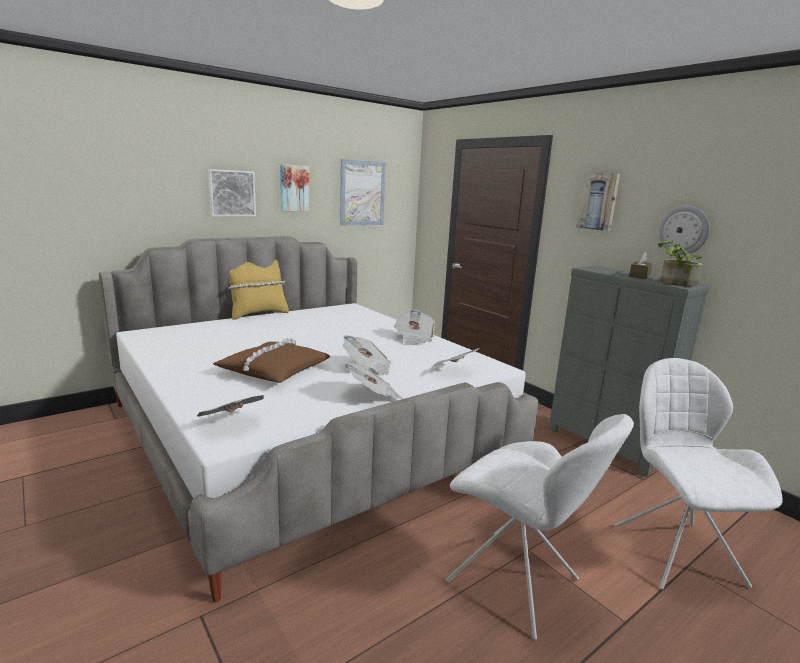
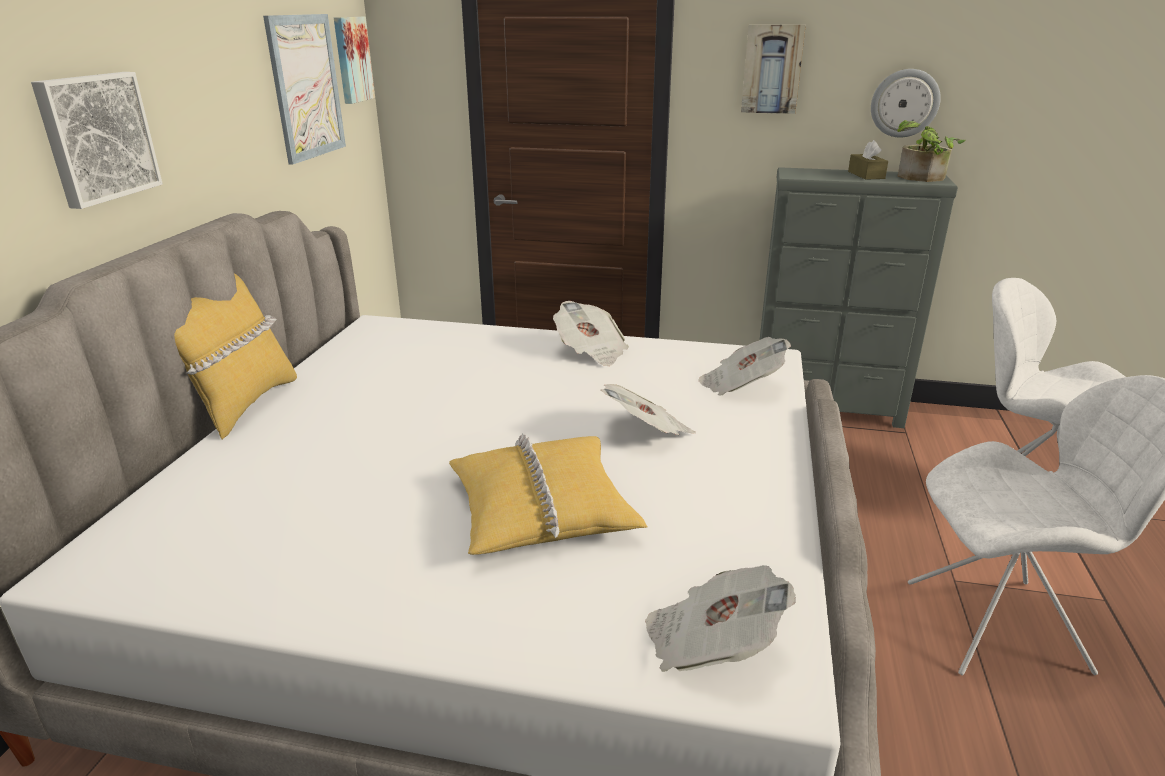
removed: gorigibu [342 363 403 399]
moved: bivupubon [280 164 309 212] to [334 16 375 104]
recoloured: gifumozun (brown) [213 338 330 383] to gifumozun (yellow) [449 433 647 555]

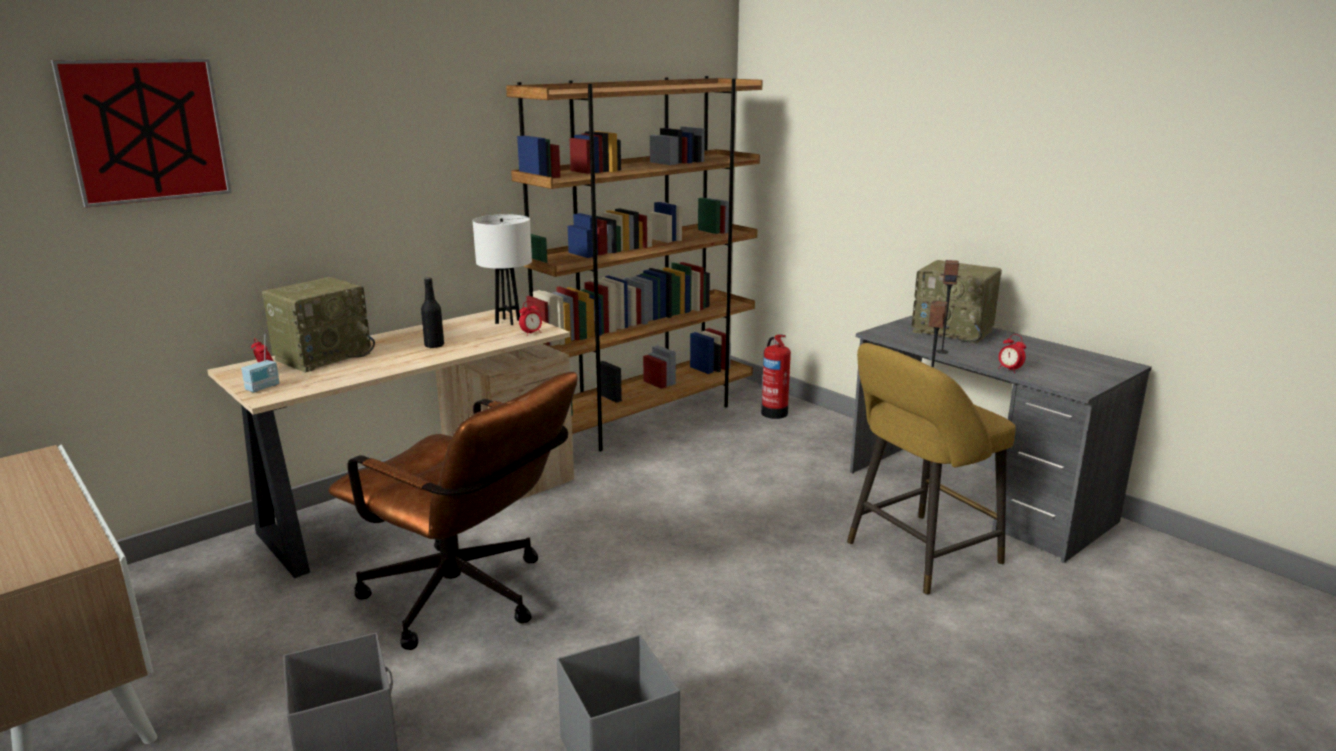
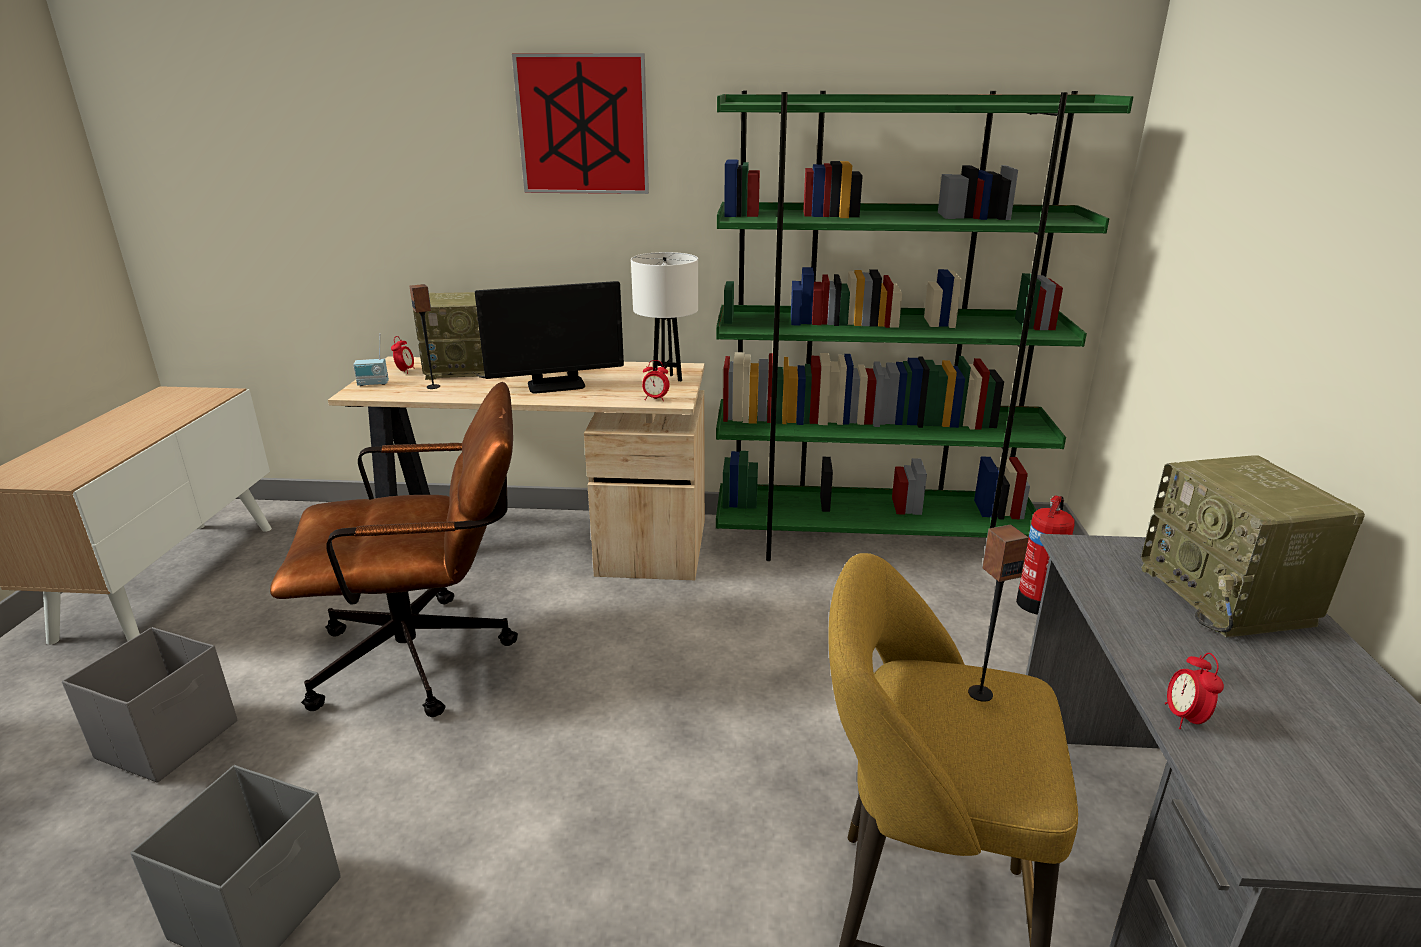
moved: bivupubon [51 59 232 208] to [512 53 649 194]; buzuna [936 260 959 354] to [409 284 440 389]
replaced: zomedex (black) [421 277 444 348] to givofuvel [475 281 624 394]
recoloured: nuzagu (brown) [506 76 763 451] to nuzagu (green) [716 91 1134 561]
turned: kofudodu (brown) [329 372 578 650] = [270 382 518 717] 90 degrees counterclockwise

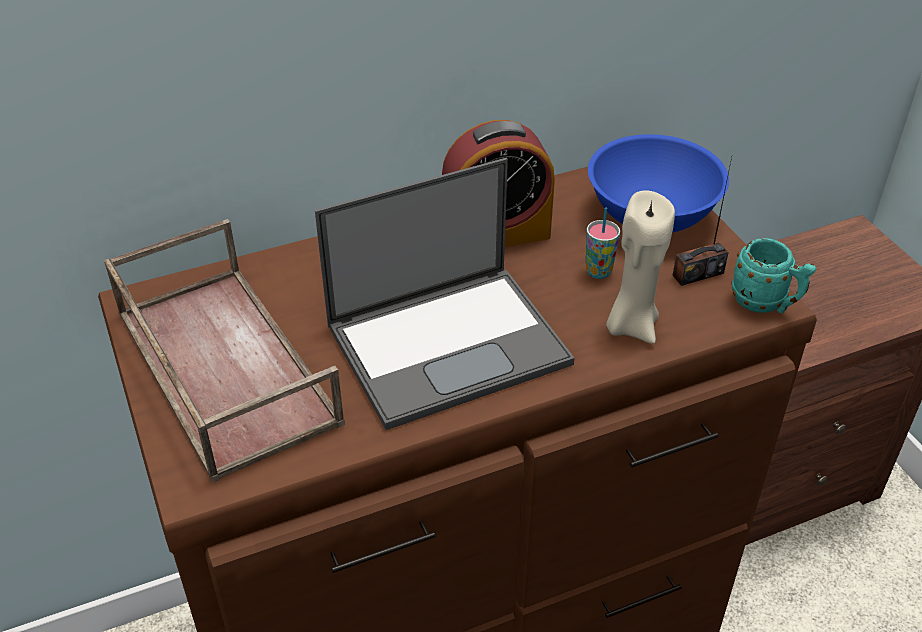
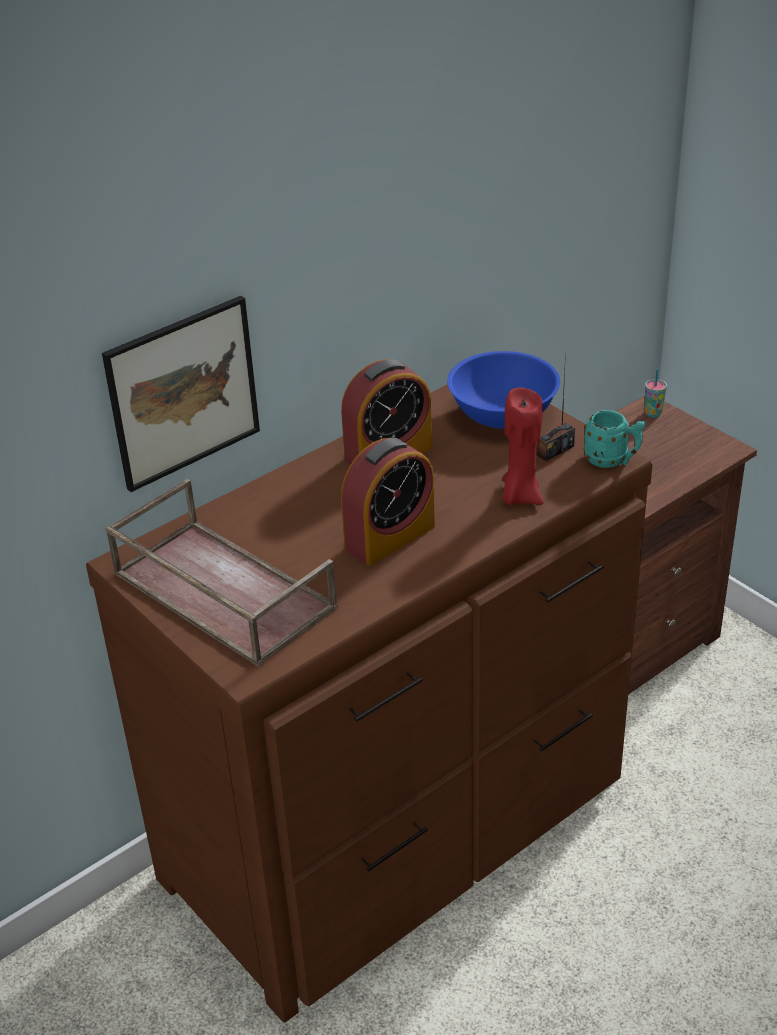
added: bivupubon [102 296 260 492]
moved: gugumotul [586 207 620 279] to [645 369 667 417]
replaced: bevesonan [315 158 575 430] to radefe [341 438 435 566]
recoloured: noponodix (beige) [606 190 675 344] to noponodix (red) [503 388 544 505]

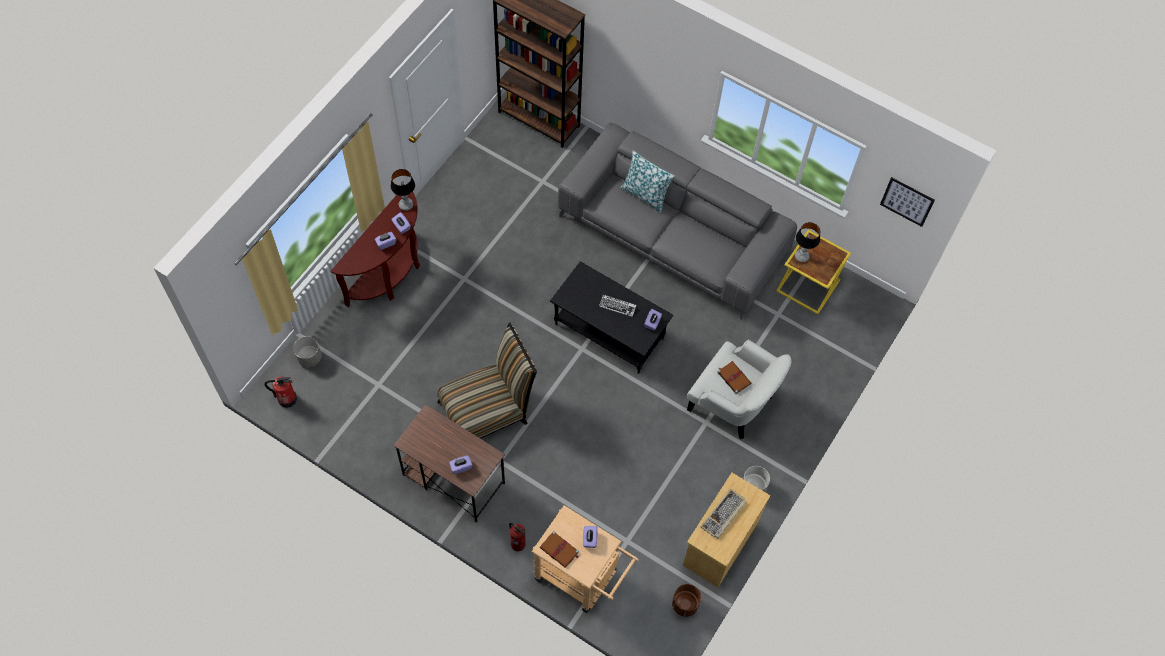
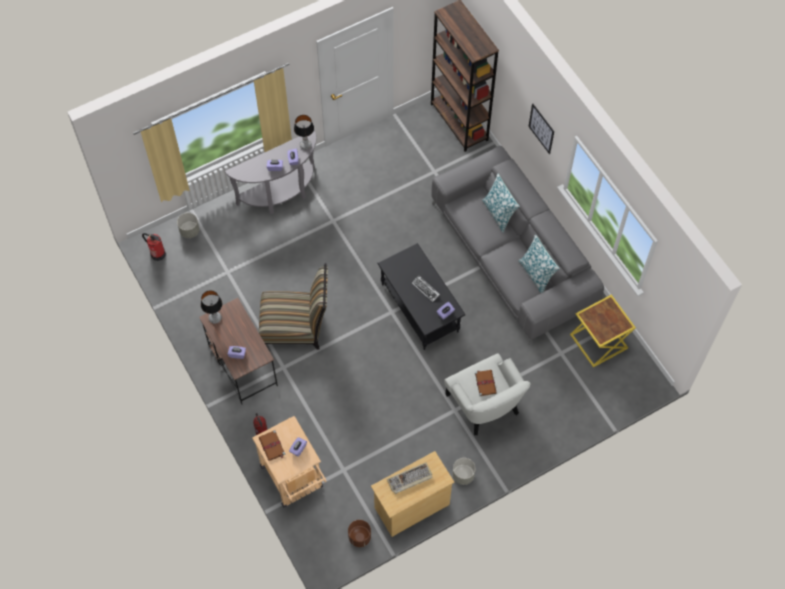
added: gifumozun [519 234 560 293]
moved: bivupubon [880 177 935 227] to [528 104 554 154]; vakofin [795 222 820 262] to [201 290 222 324]
recoloured: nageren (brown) [331 192 420 307] to nageren (grey) [225 131 316 214]

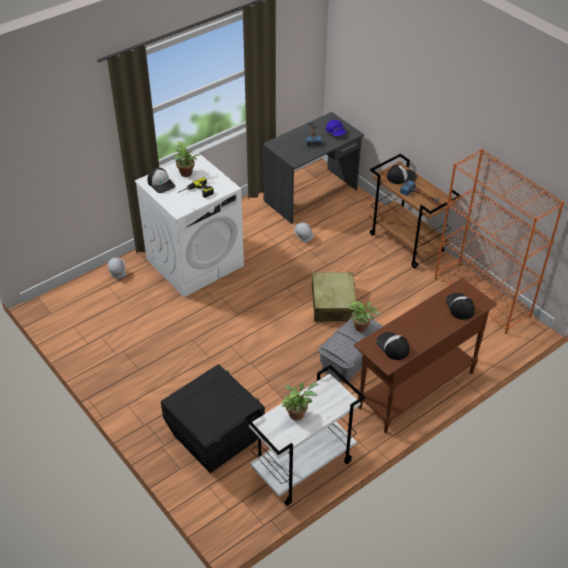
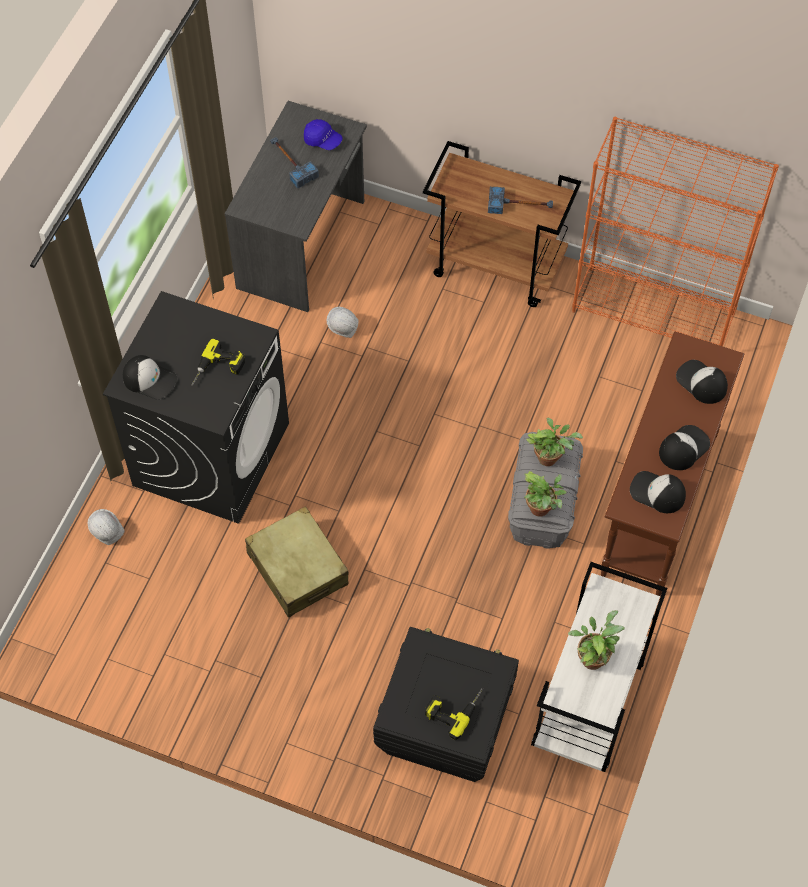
added: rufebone [425 688 483 740]
moved: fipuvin [174 141 201 177] to [524 471 567 517]; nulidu [387 165 417 184] to [659 425 710 470]; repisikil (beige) [312 272 357 322] to [245 506 348 618]
recoloured: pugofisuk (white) [135 152 244 297] to pugofisuk (black) [103 291 289 524]

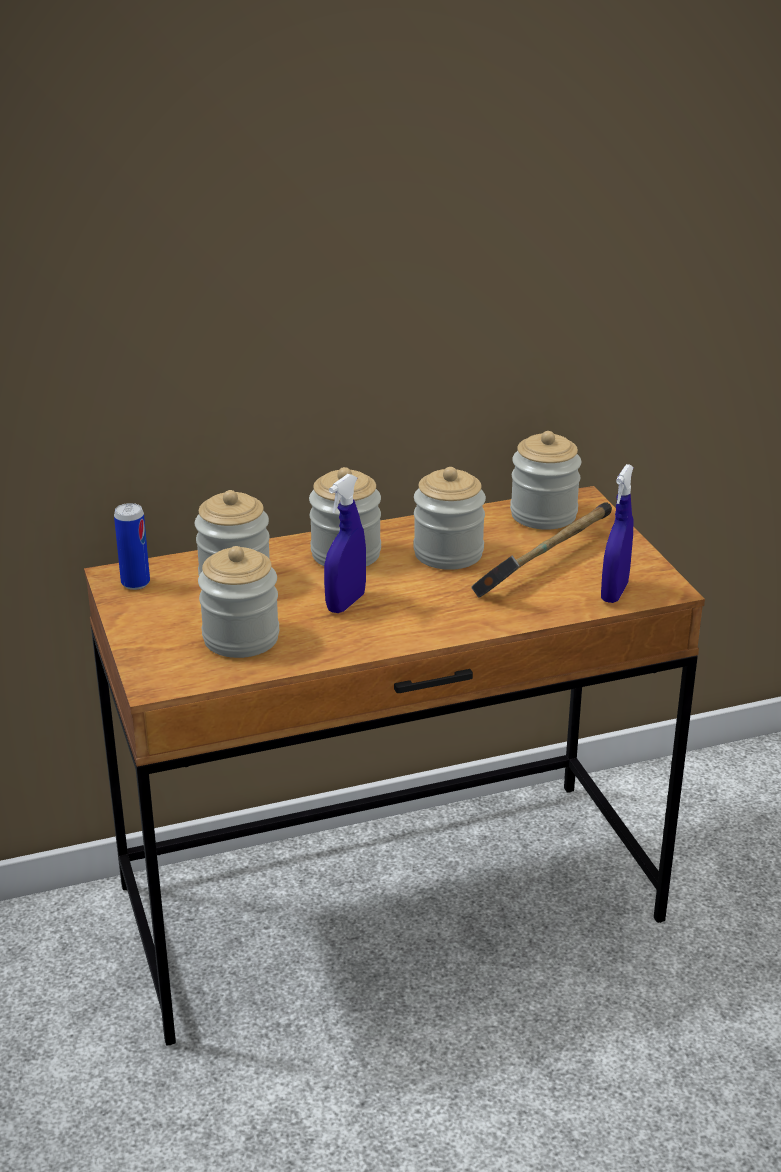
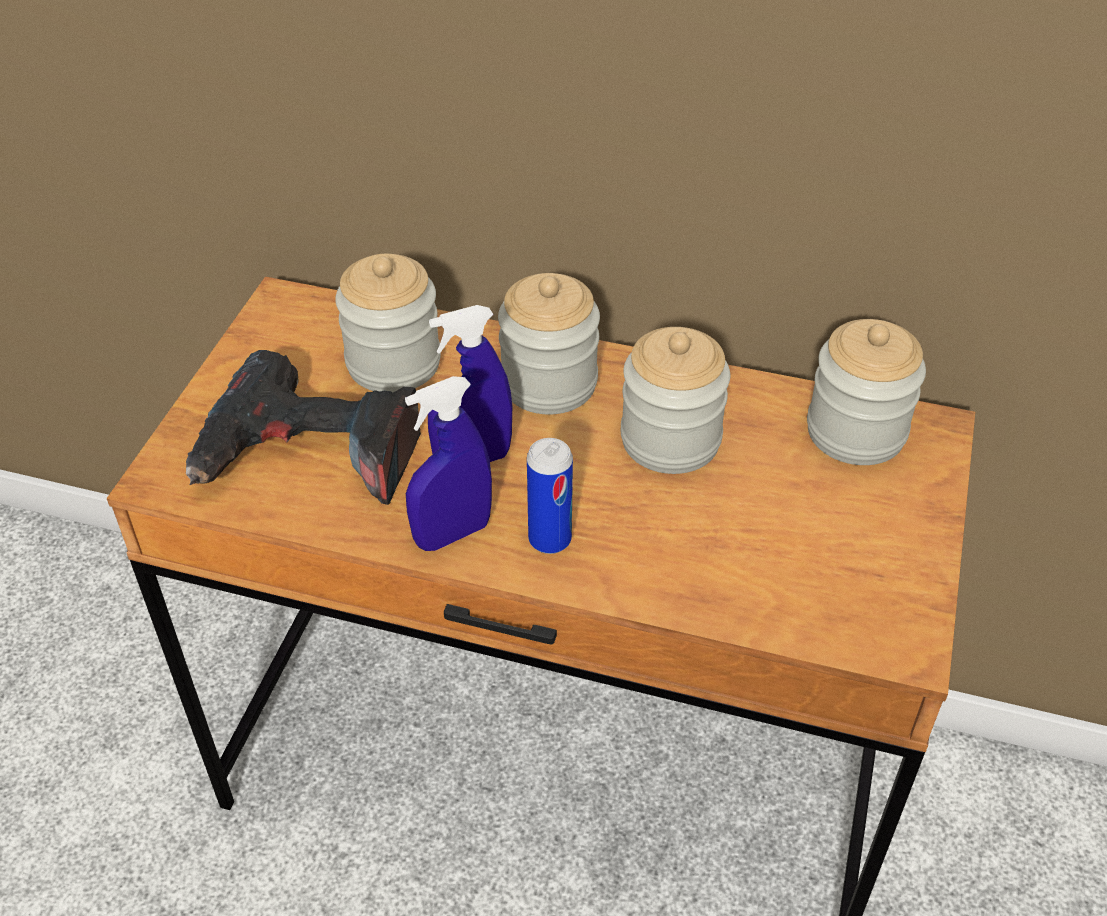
removed: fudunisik [471 503 612 598]
moved: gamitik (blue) [601 464 634 603] to [405 376 492 551]; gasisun [114 503 150 590] to [527 438 573 554]
replaced: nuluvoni [198 546 279 658] to rufebone [186 350 421 505]

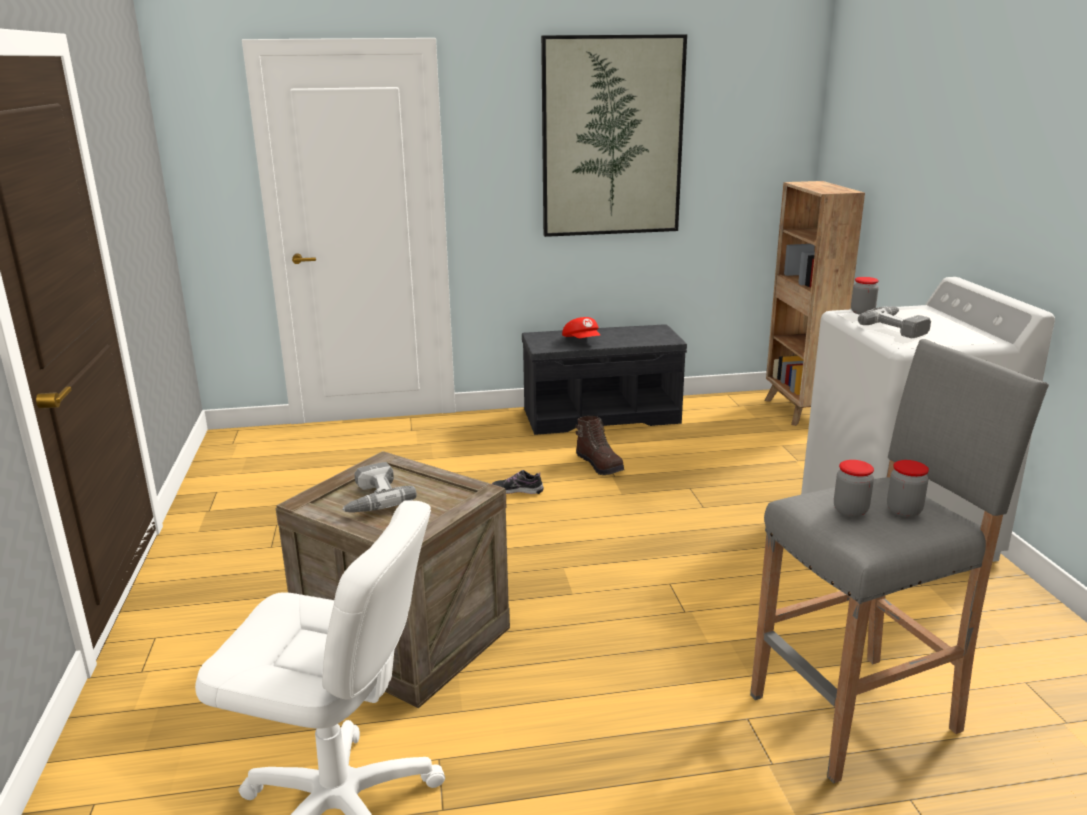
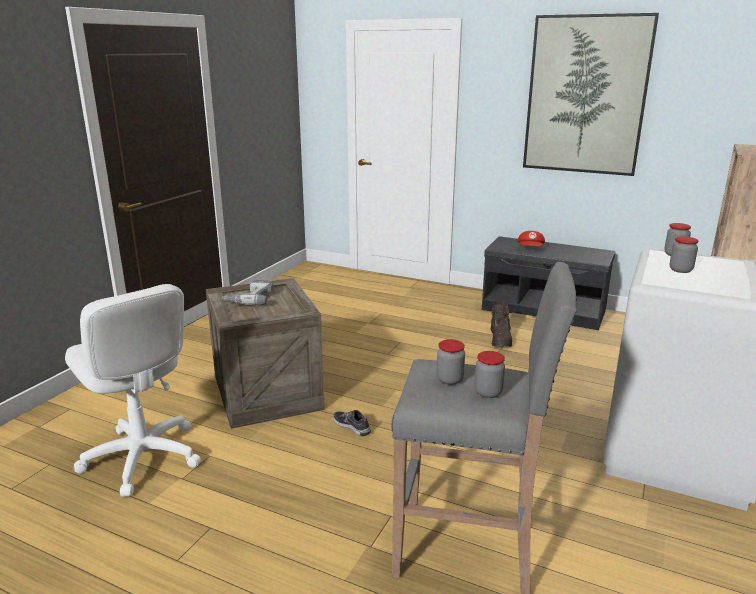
moved: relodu [492 470 544 494] to [333 410 371 436]
replaced: rufebone [858 306 931 338] to nuluvoni [670 236 698 273]

